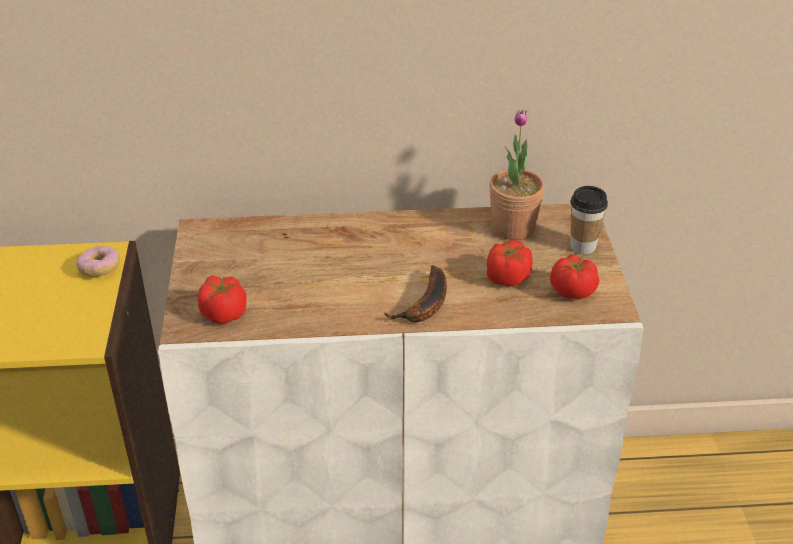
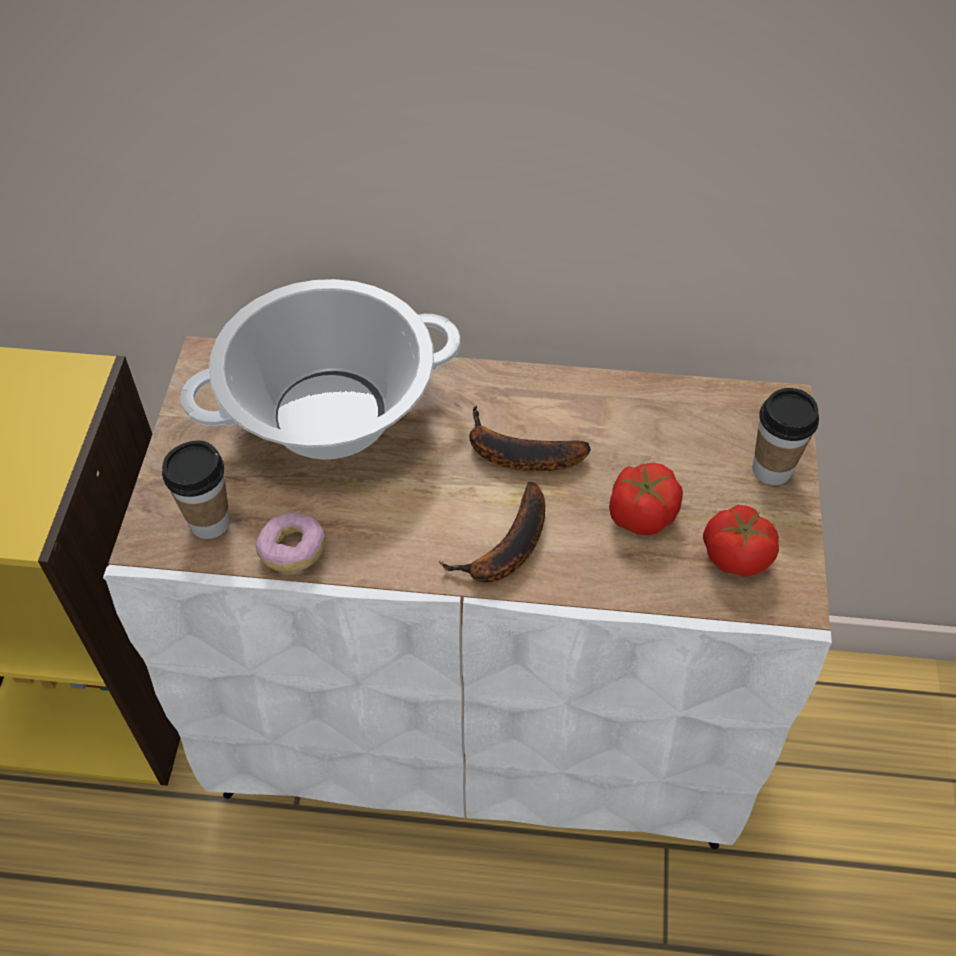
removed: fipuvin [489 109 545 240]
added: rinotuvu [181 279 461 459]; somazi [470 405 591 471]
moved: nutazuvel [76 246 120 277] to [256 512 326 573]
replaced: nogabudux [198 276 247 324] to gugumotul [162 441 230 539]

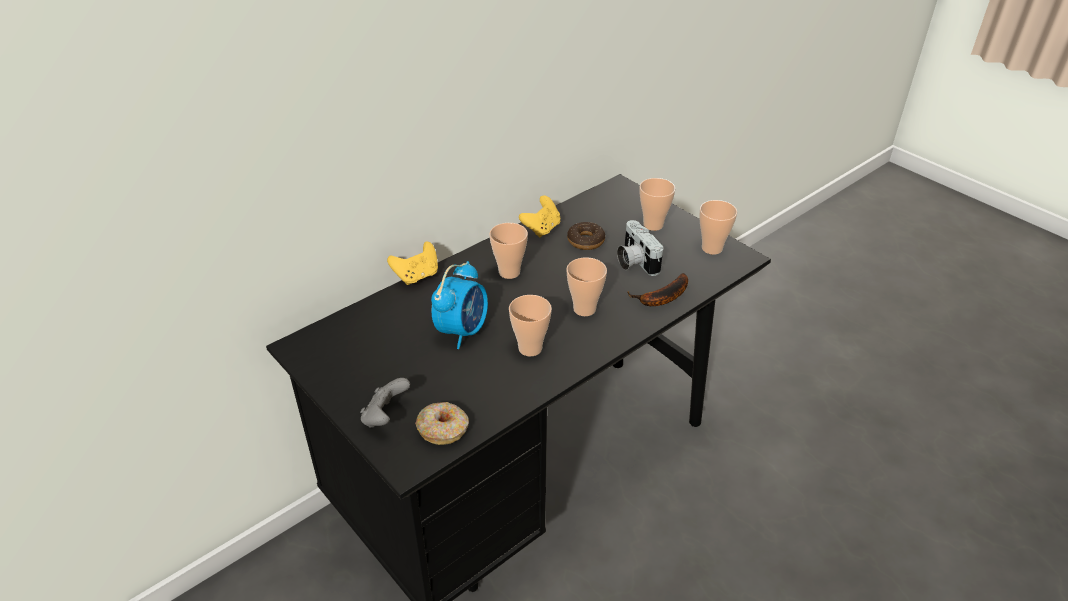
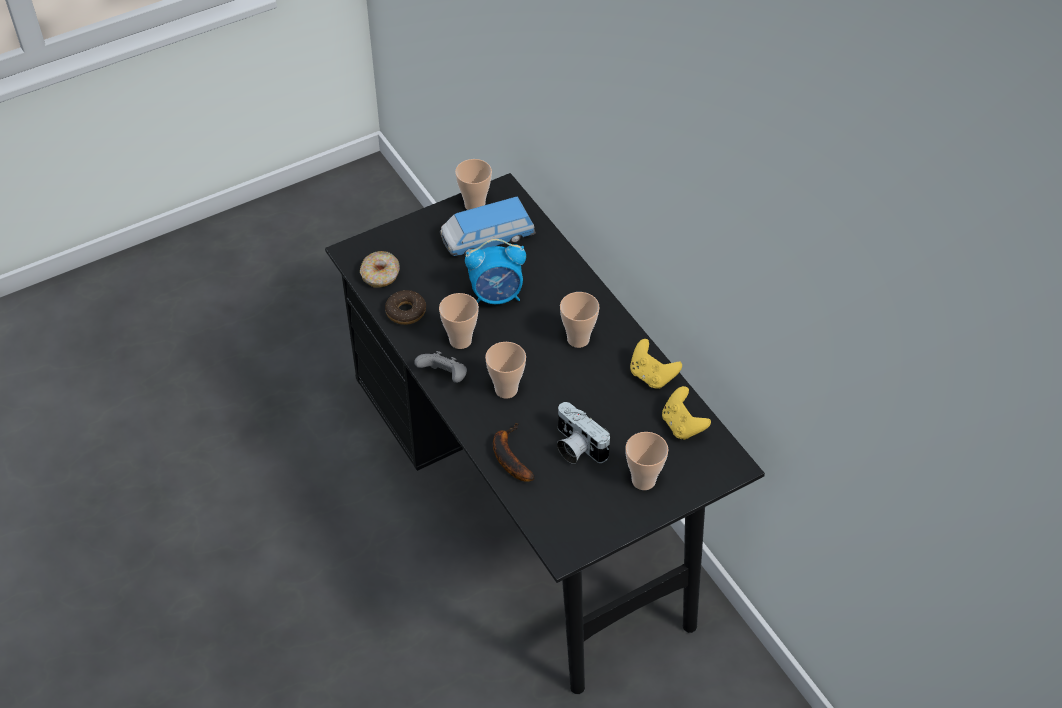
added: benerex [440 197 536 256]
moved: gugumotul [699 200 737 255] to [455 159 492 210]; nutazuvel [567 222 605 250] to [385 290 426 325]; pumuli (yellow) [387 241 438 285] to [662 386 711 440]; pumuli (grey) [360 378 410 428] to [414 351 467 383]
turned: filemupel [617 220 663 276] = [557 402 610 464] 120 degrees counterclockwise; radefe [431 261 488 349] = [465 239 526 304] 45 degrees counterclockwise

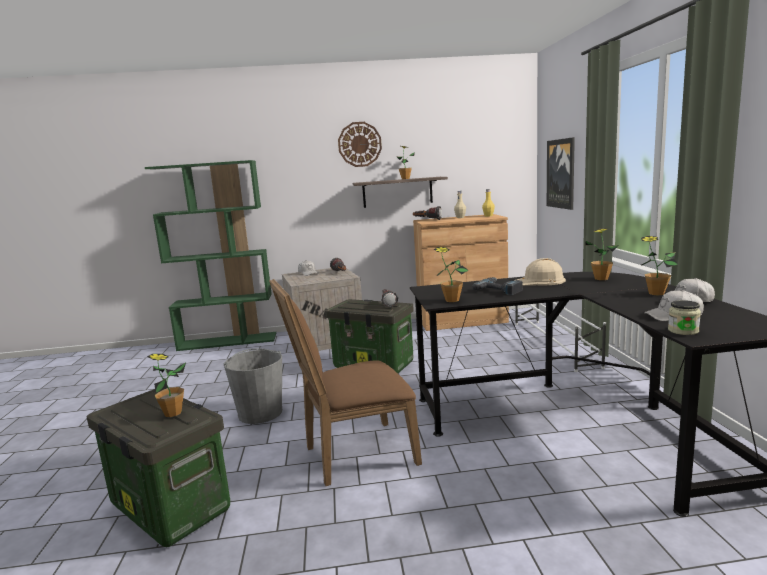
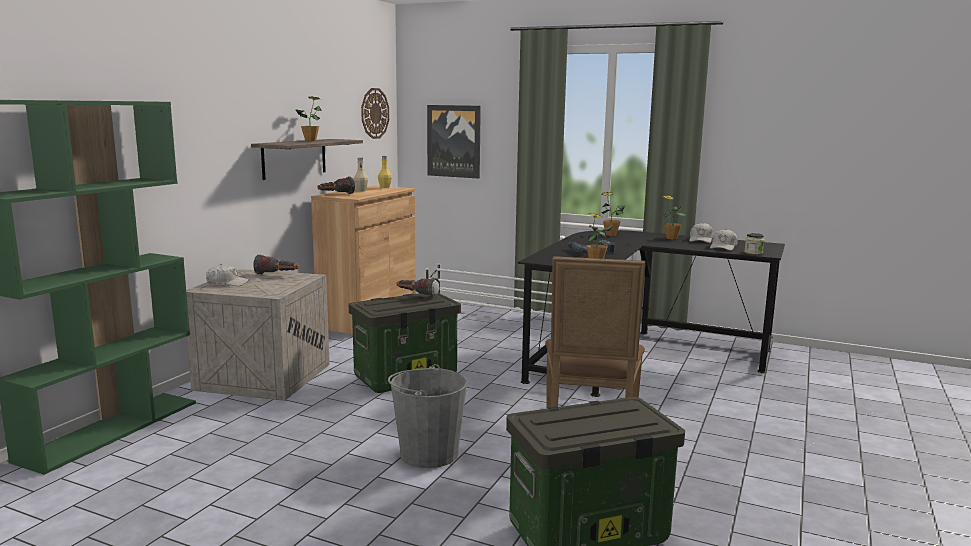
removed: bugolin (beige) [514 258 566 286]; fipuvin [147 354 186 417]
moved: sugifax [338 122 382 167] to [361 88 389 139]

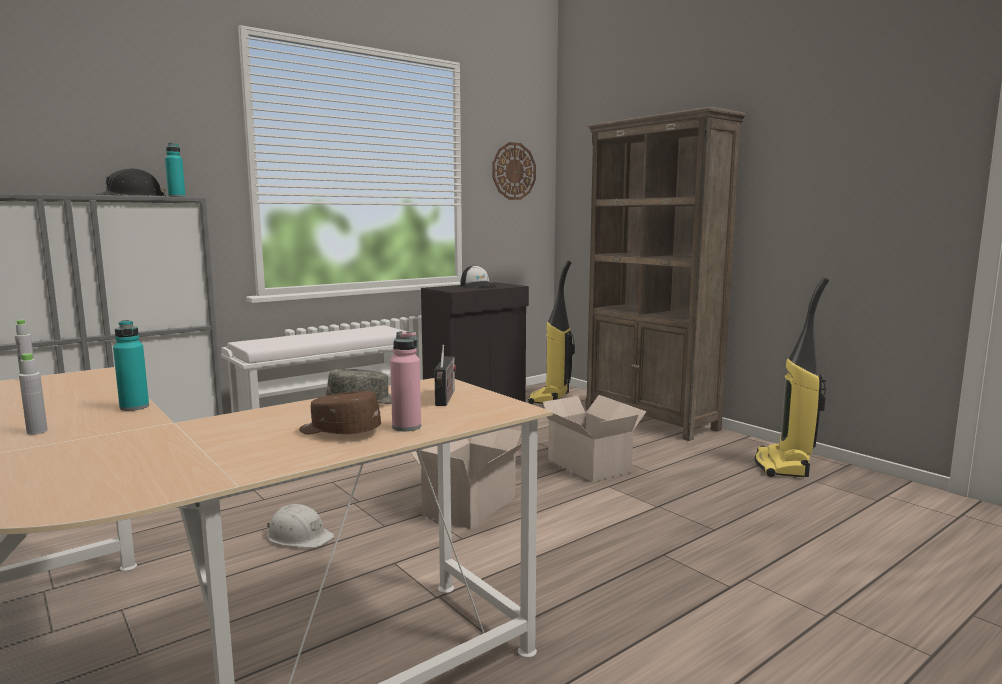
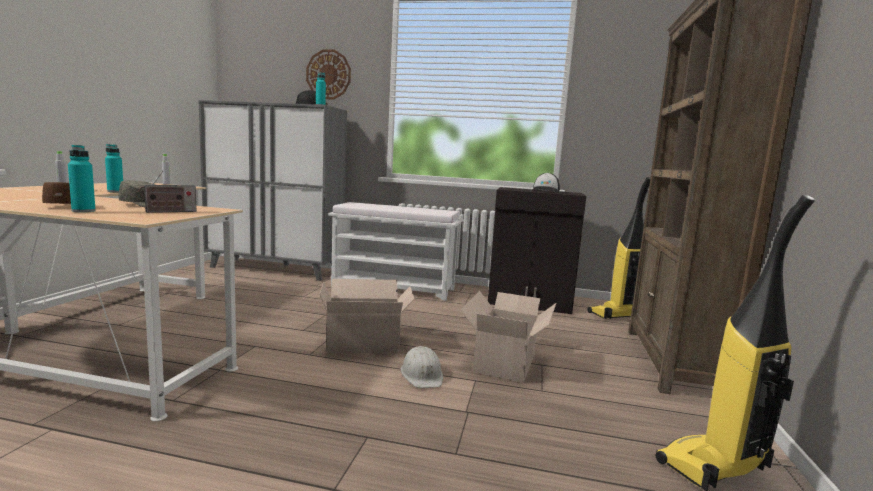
moved: sugifax [493 142 536 200] to [306 49 351 100]; bugolin (white) [267 504 335 548] to [400 346 443 388]
recoloured: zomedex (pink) [390 331 421 431] to zomedex (turquoise) [68 145 96 212]

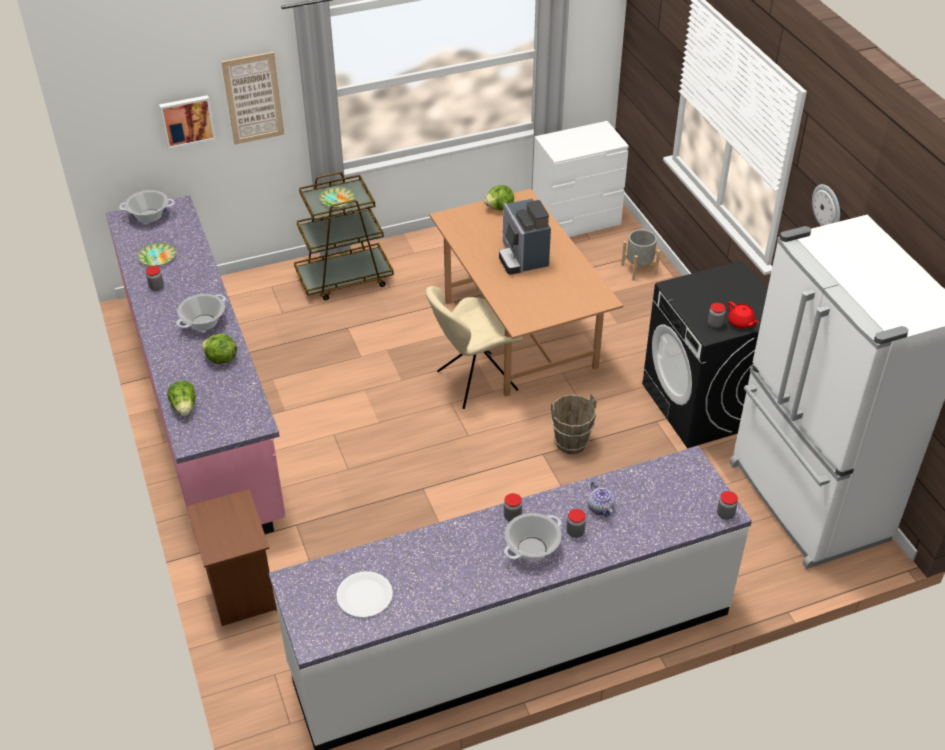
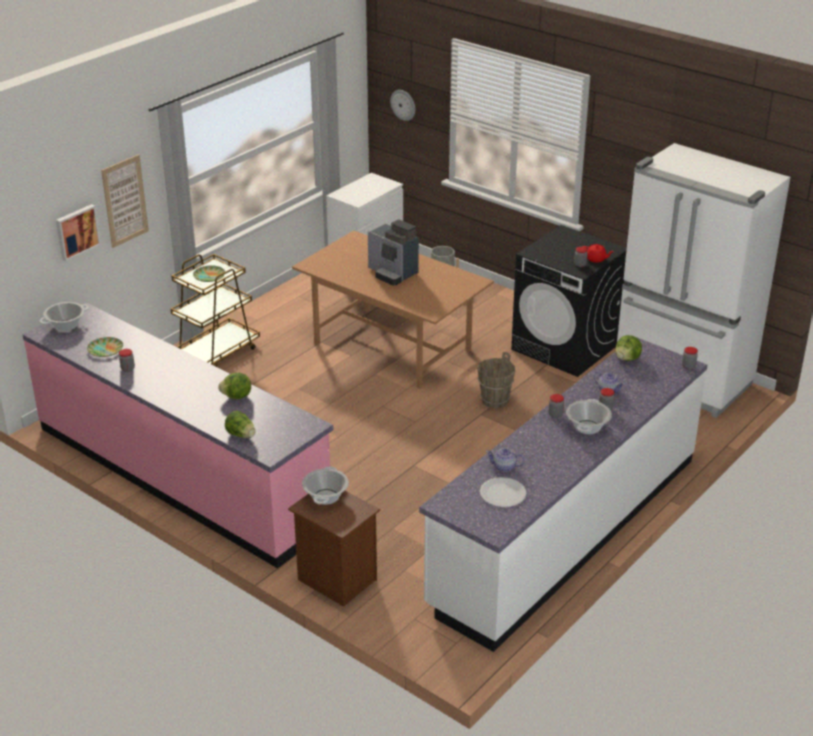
removed: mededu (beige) [426 286 523 409]
added: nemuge [486 448 524 472]
moved: sugifax [812 184 840 226] to [390 90 415 121]; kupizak [484 185 514 210] to [615 335 642 361]; rinotuvu [176 294 226 331] to [302 467 349 505]

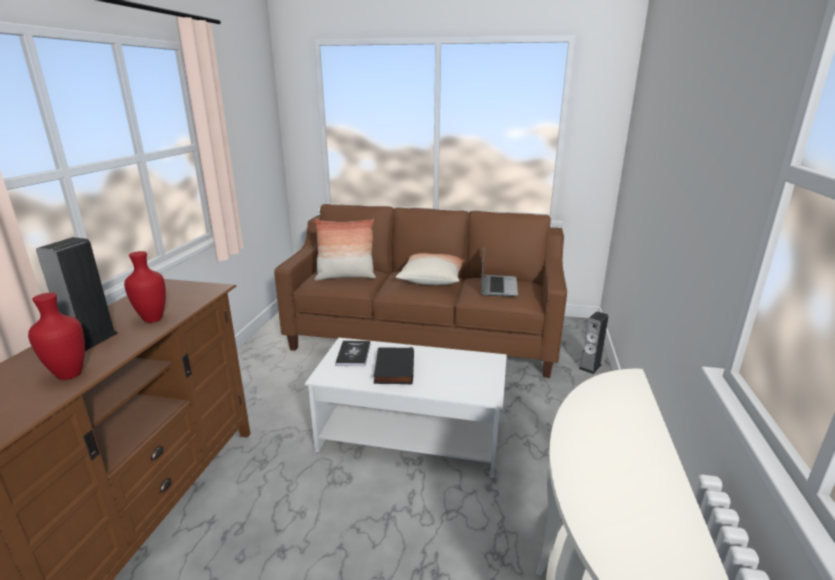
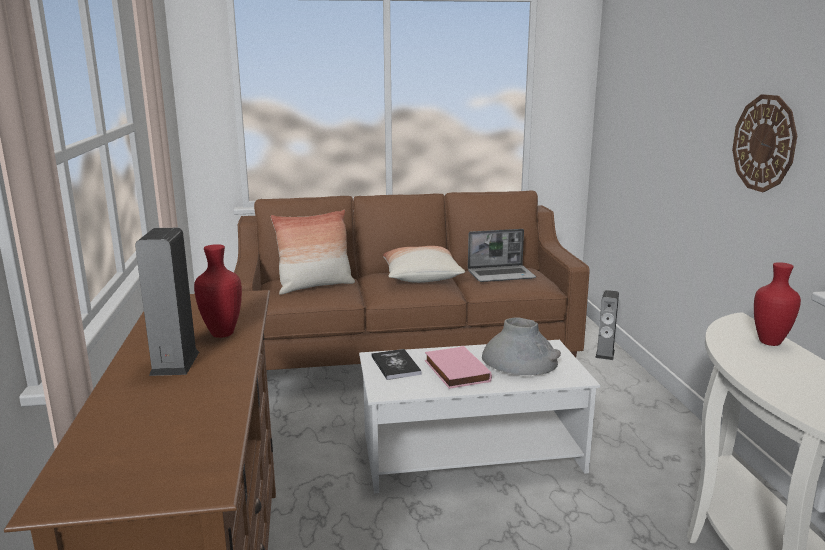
added: sugifax [732 94 797 192]; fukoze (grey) [482 317 561 375]
moved: fukoze (red) [28 293 85 380] to [754 262 801 346]
recoloured: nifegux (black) [373 347 414 384] to nifegux (pink) [425 346 492 389]
turned: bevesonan [481 245 518 297] = [468 229 536 282] 90 degrees clockwise

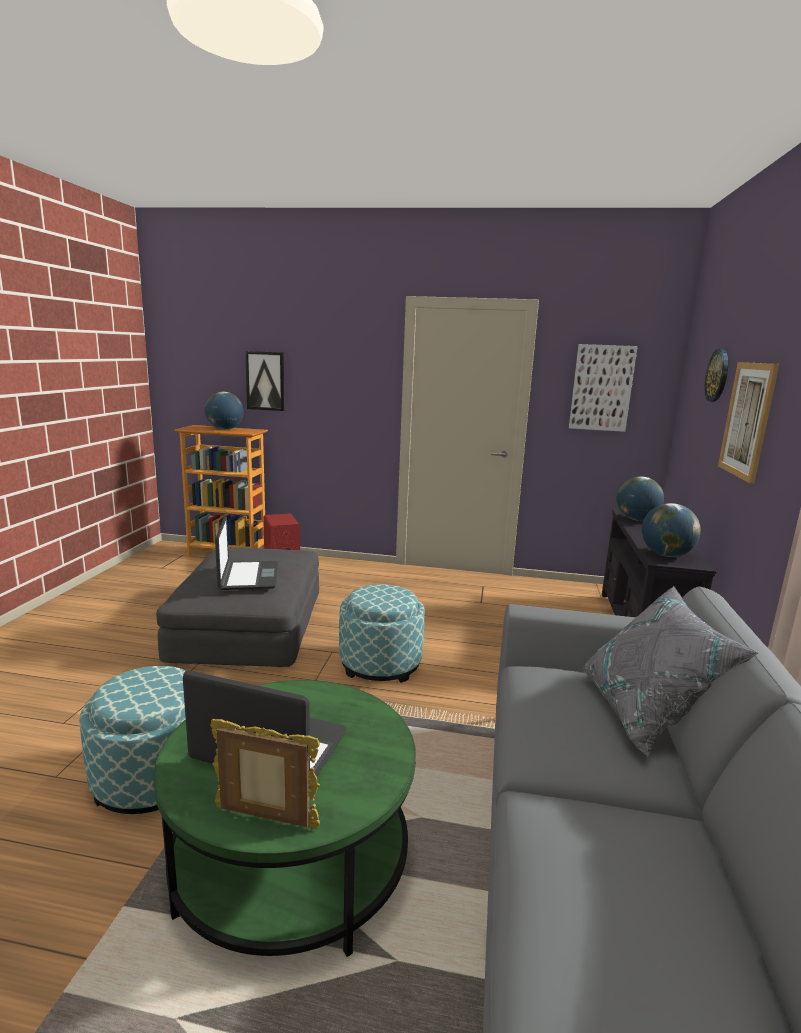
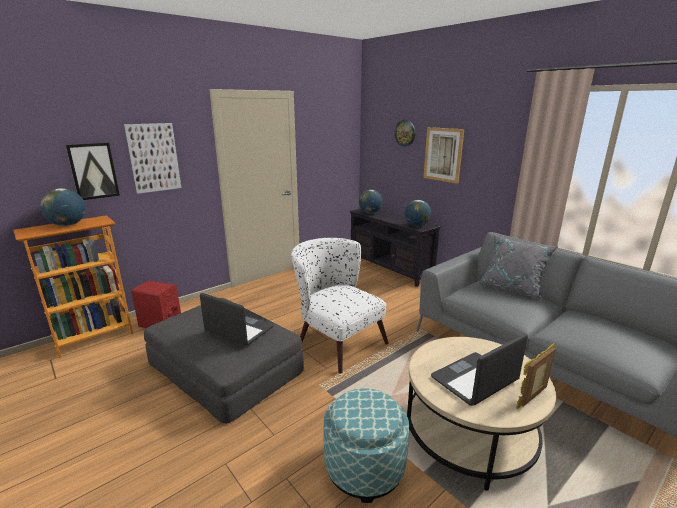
moved: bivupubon [569 344 638 432] to [124 123 181 194]
replaced: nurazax [339 584 424 683] to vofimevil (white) [291 238 388 374]
recoloured: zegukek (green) [153 680 416 957] to zegukek (beige) [407 337 556 491]

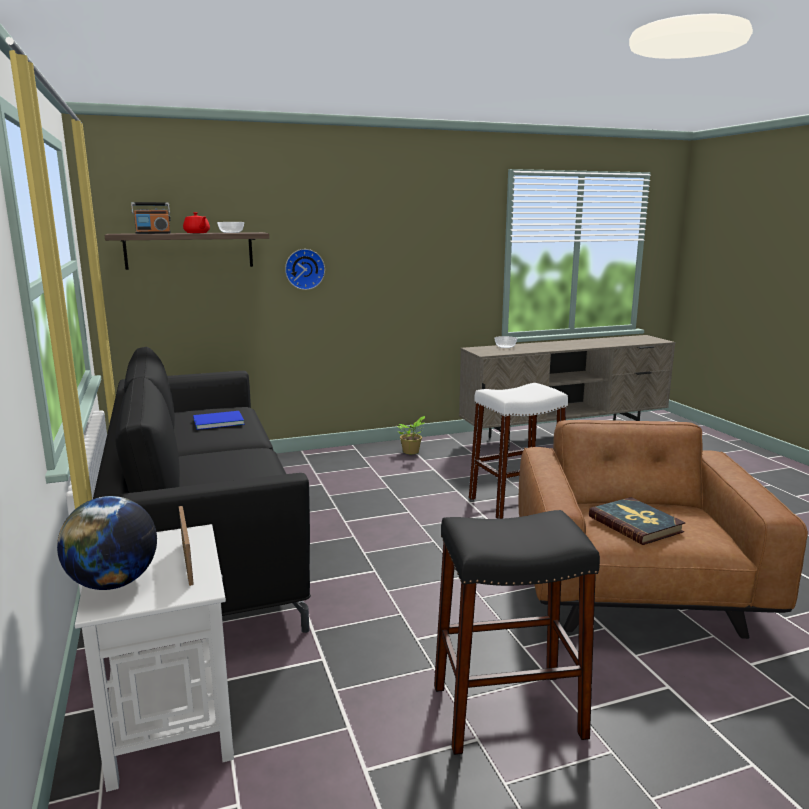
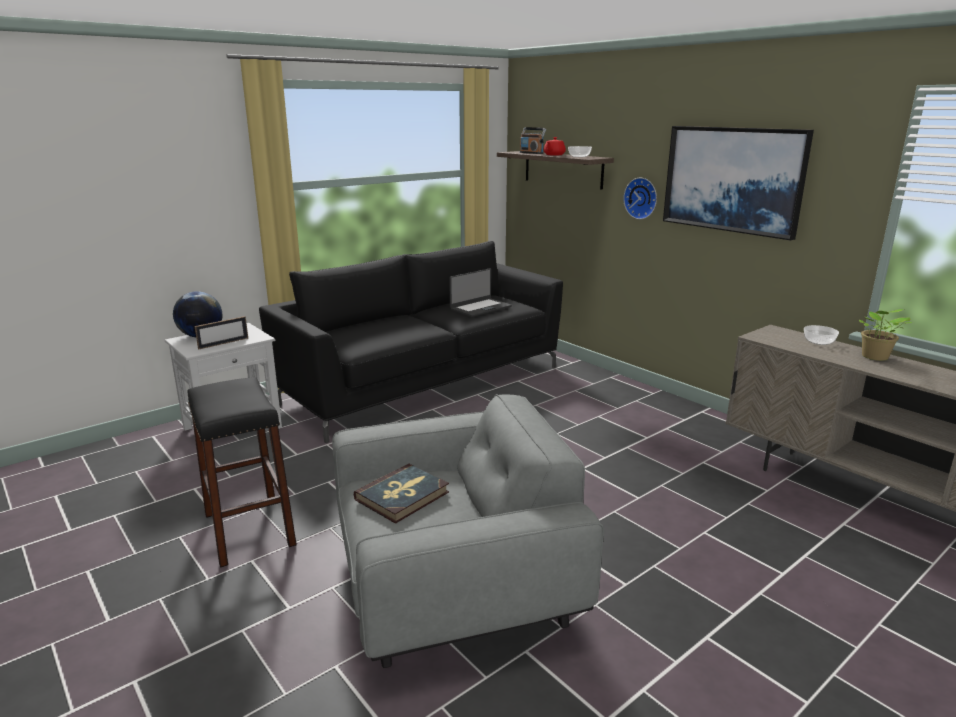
removed: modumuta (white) [469 383 568 519]
added: bivupubon [663 126 814 240]
moved: fipuvin [397 416 425 454] to [859 309 913 361]
replaced: nifegux (blue) [193 411 245 430] to bevesonan [449 268 512 317]
recoloured: vofimevil (brown) [518 420 808 639] to vofimevil (grey) [332 394 604 668]

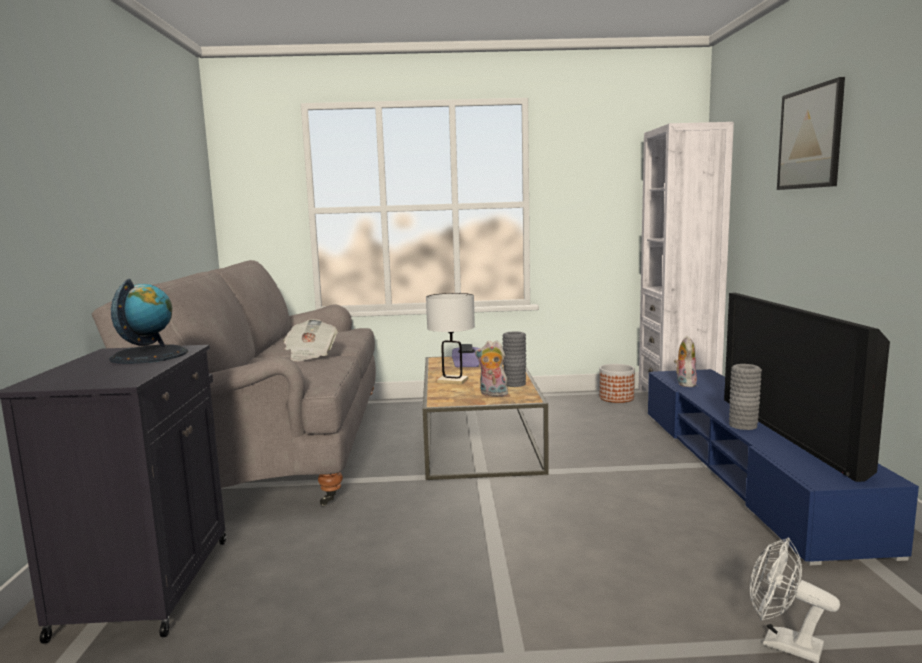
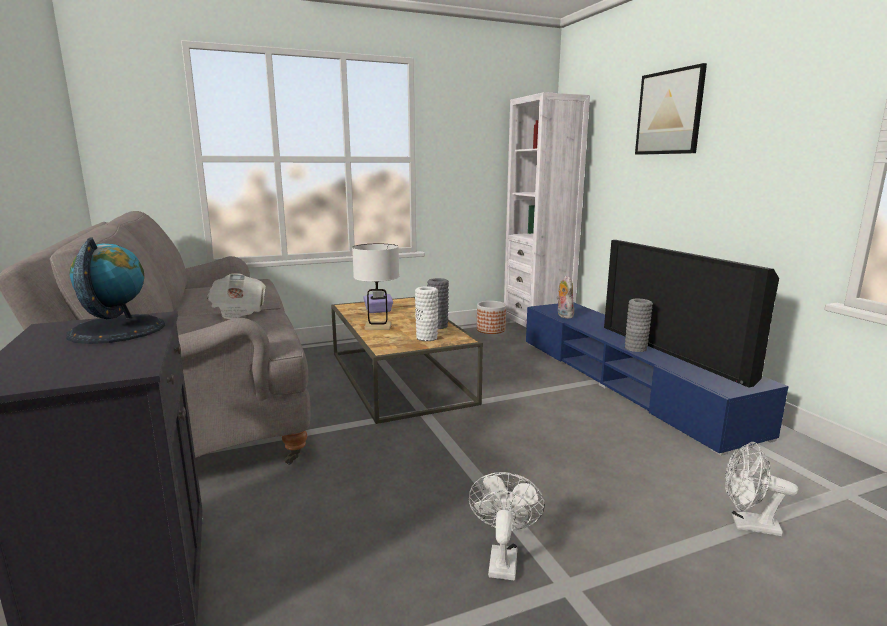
added: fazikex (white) [469 472 545 580]
replaced: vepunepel [475 341 508 396] to fukoze (white) [415 286 438 341]

